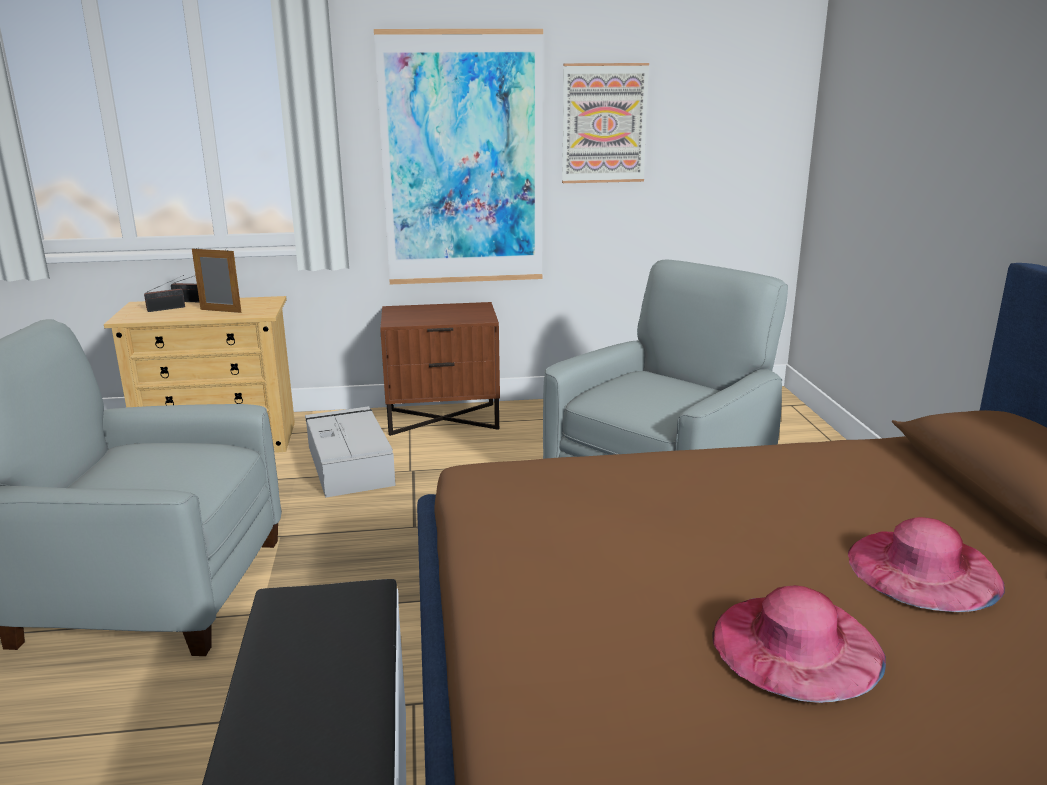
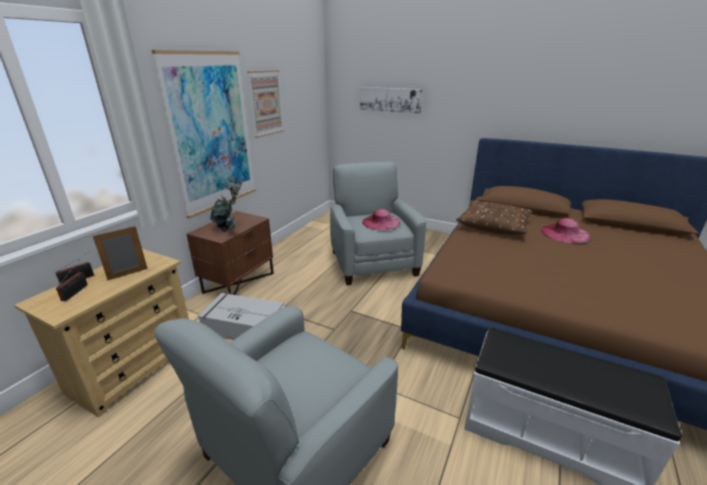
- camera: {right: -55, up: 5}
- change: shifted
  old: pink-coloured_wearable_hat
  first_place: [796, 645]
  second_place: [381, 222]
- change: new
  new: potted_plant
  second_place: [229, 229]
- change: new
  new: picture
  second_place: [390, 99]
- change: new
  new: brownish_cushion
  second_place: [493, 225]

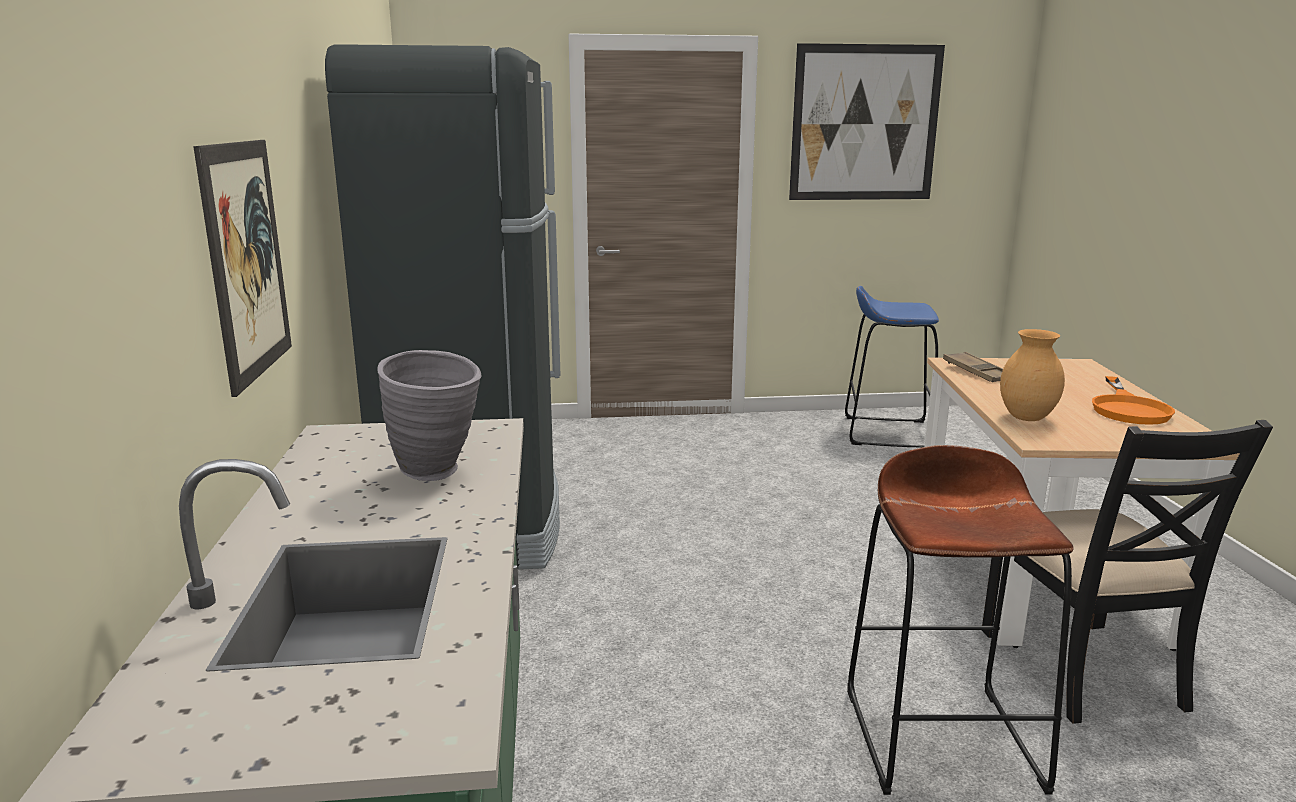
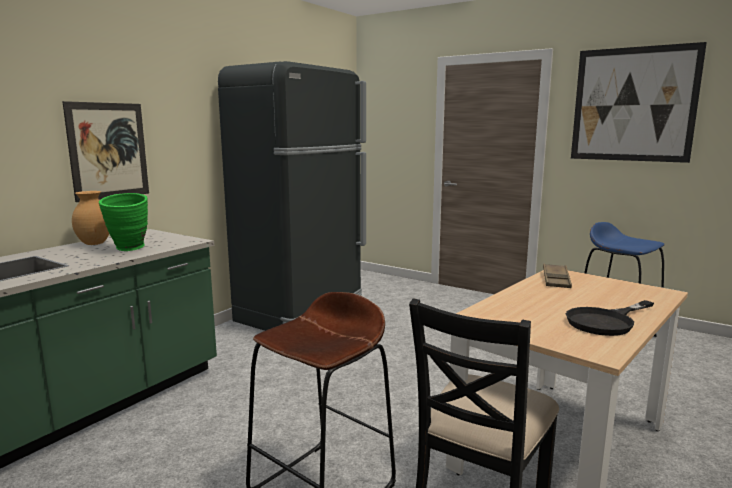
- camera: {right: 40, up: -5}
- change: repainted
  old: grey_vase
  new: green-coloured_vase
  first_place: [438, 474]
  second_place: [129, 249]
- change: shifted
  old: brownish_vase
  first_place: [1027, 418]
  second_place: [94, 244]
- change: repainted
  old: orangey_frying_pan
  new: black-coloured_frying_pan
  first_place: [1128, 408]
  second_place: [606, 321]

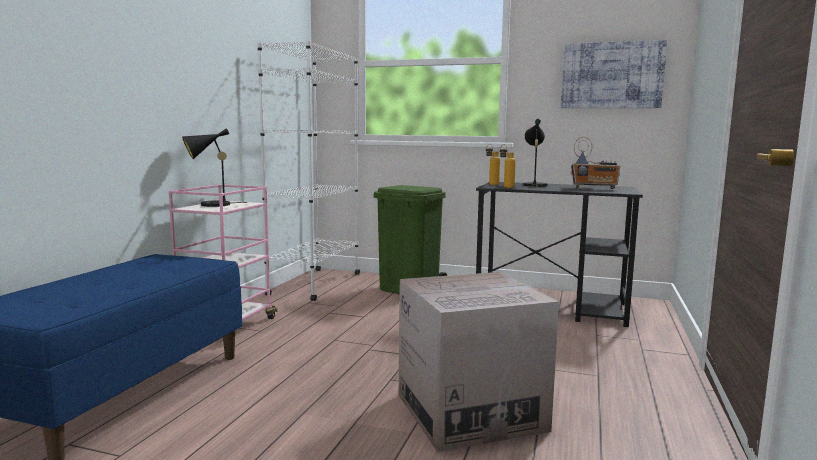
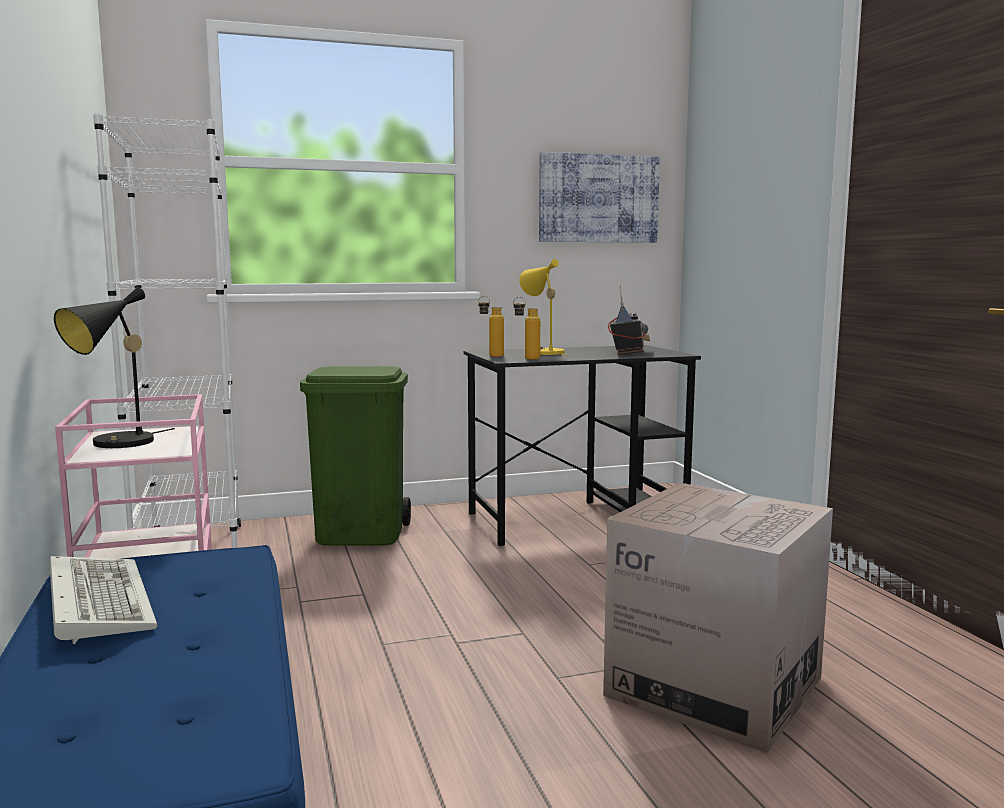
- camera: {right: -35, up: 0}
- change: repainted
  old: black-coloured_table_lamp
  new: yellow-coloured_table_lamp
  first_place: [534, 185]
  second_place: [543, 352]
- change: rotated
  old: radio
  first_place: [594, 189]
  second_place: [627, 352]
  degrees: -60
- change: new
  new: PC_keyboard
  second_place: [96, 601]

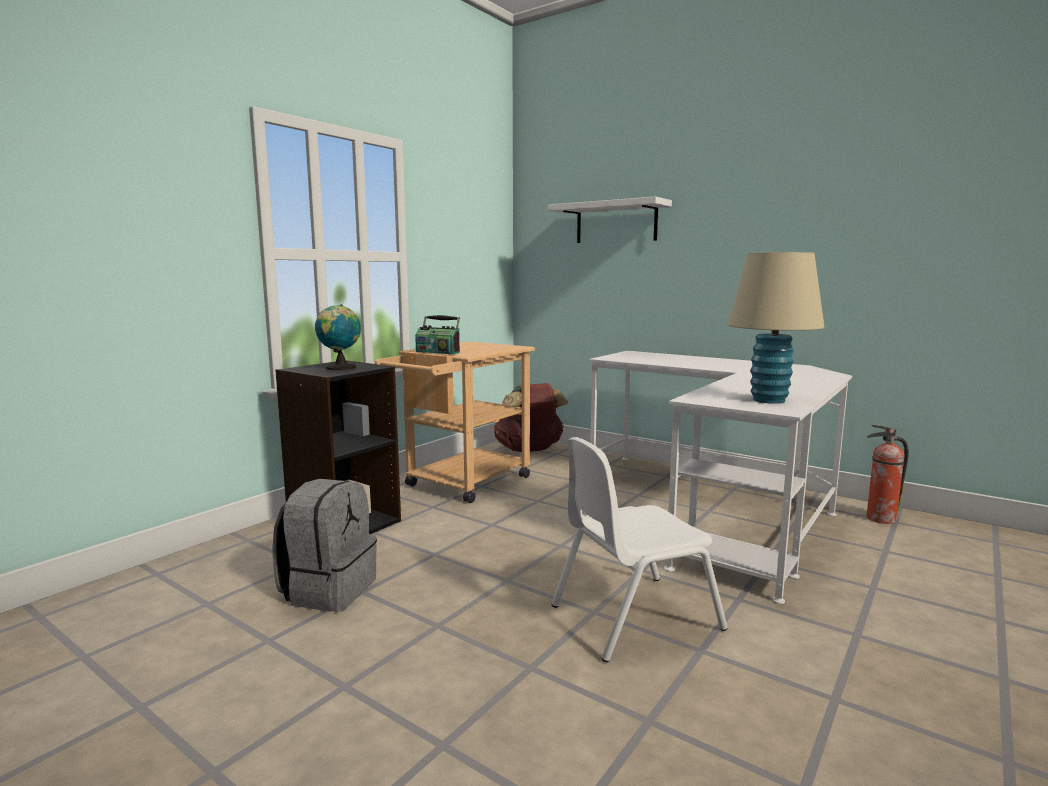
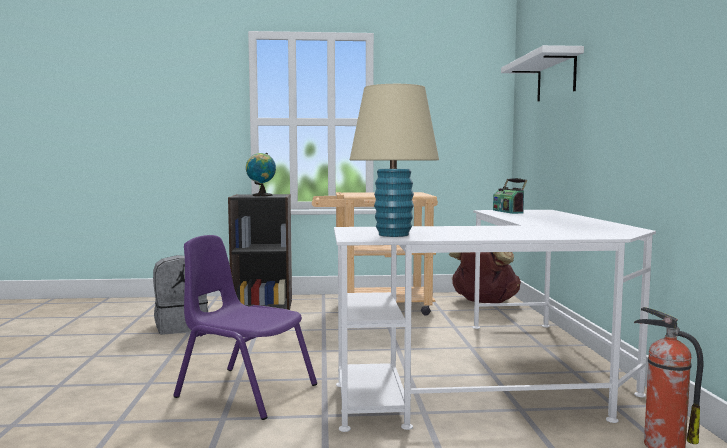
- camera: {right: 50, up: -5}
- change: shifted
  old: radio
  first_place: [438, 352]
  second_place: [508, 211]
- change: repainted
  old: white-coloured_plain_chair
  new: purple-coloured_plain_chair
  first_place: [633, 616]
  second_place: [245, 391]

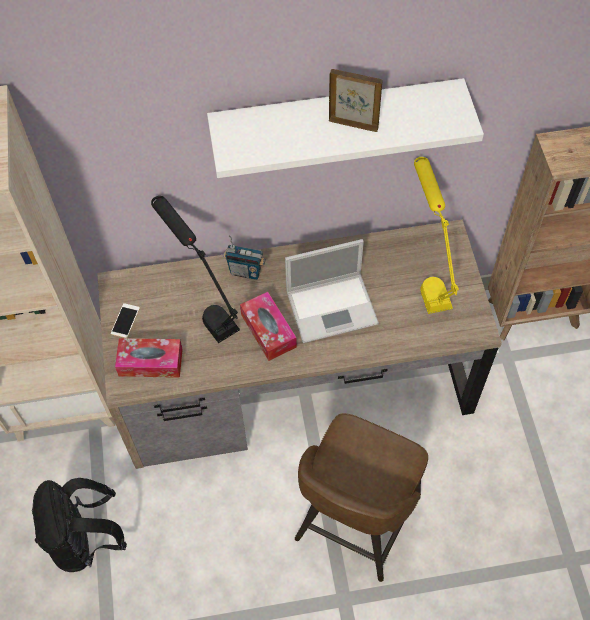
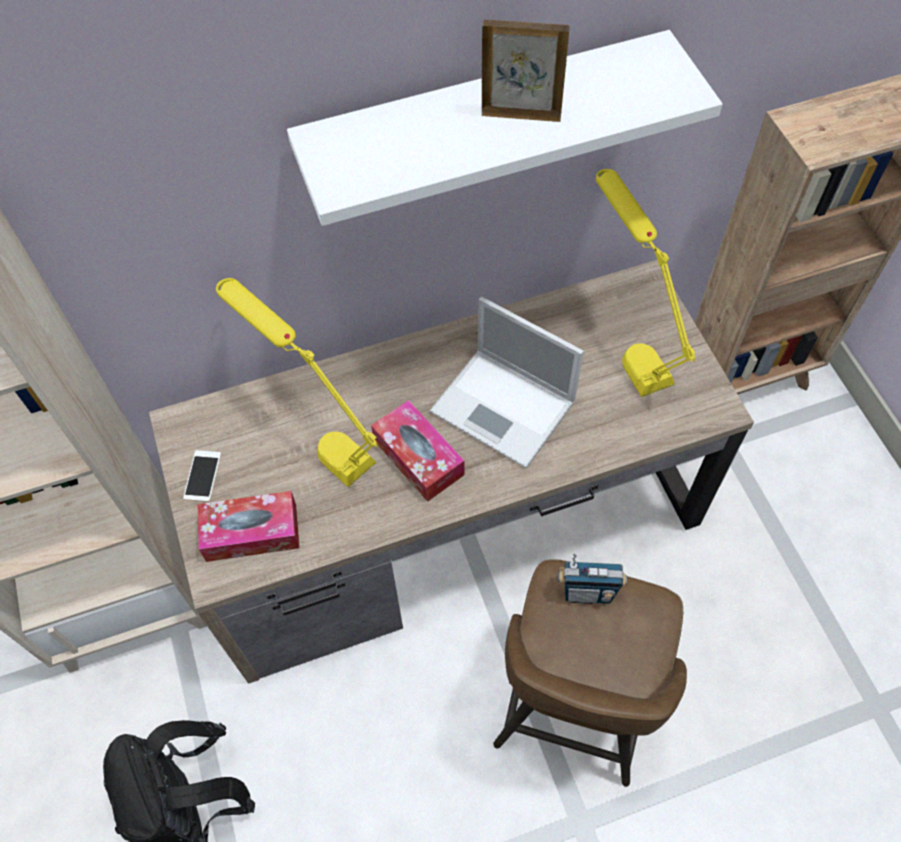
- camera: {right: -10, up: 0}
- change: repainted
  old: black-coloured_table_lamp
  new: yellow-coloured_table_lamp
  first_place: [204, 305]
  second_place: [317, 434]
- change: shifted
  old: radio
  first_place: [246, 271]
  second_place: [587, 592]
- change: rotated
  old: portable_computer
  first_place: [333, 307]
  second_place: [505, 408]
  degrees: 60

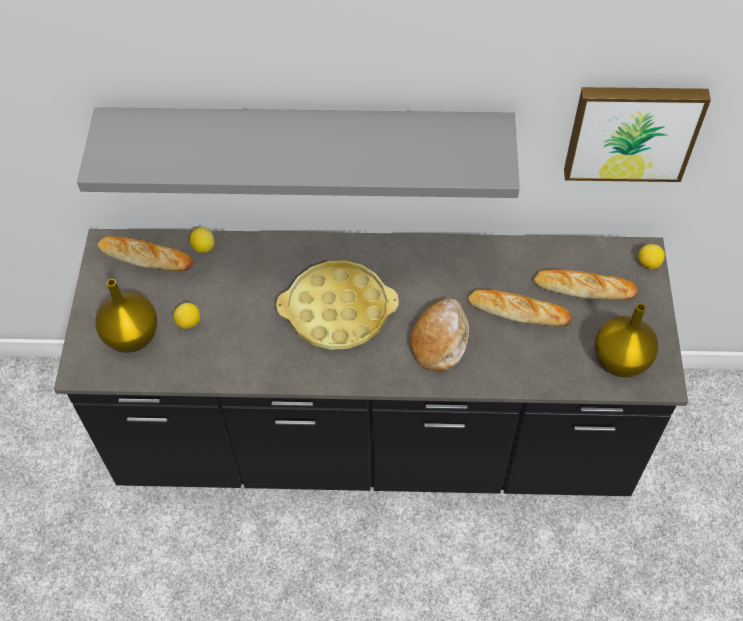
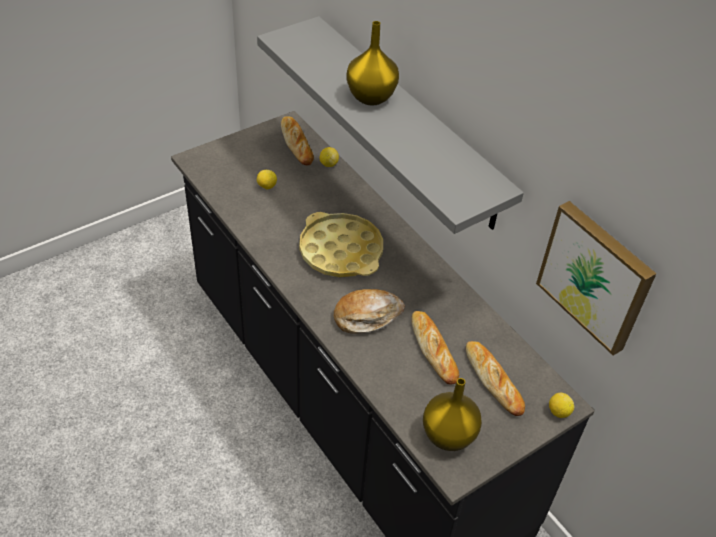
- camera: {right: 50, up: -10}
- change: shifted
  old: yellow-coloured_vase
  first_place: [132, 336]
  second_place: [372, 96]

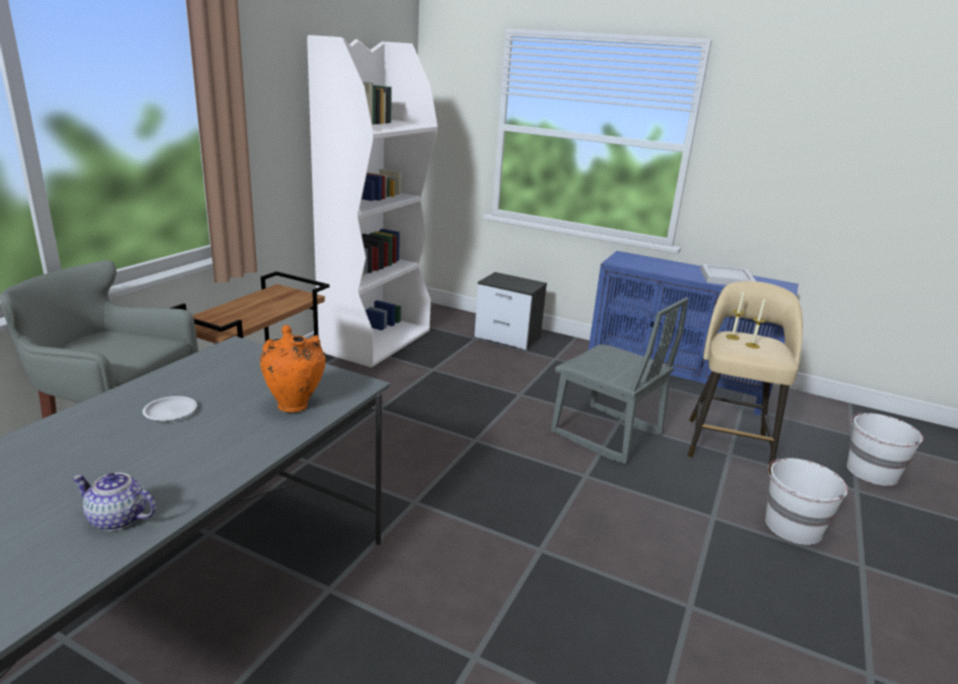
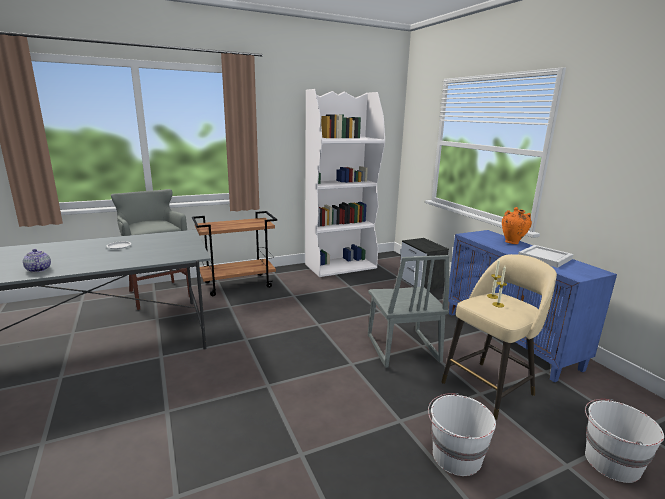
- camera: {right: 40, up: -5}
- change: shifted
  old: orangey_vase
  first_place: [295, 405]
  second_place: [512, 242]

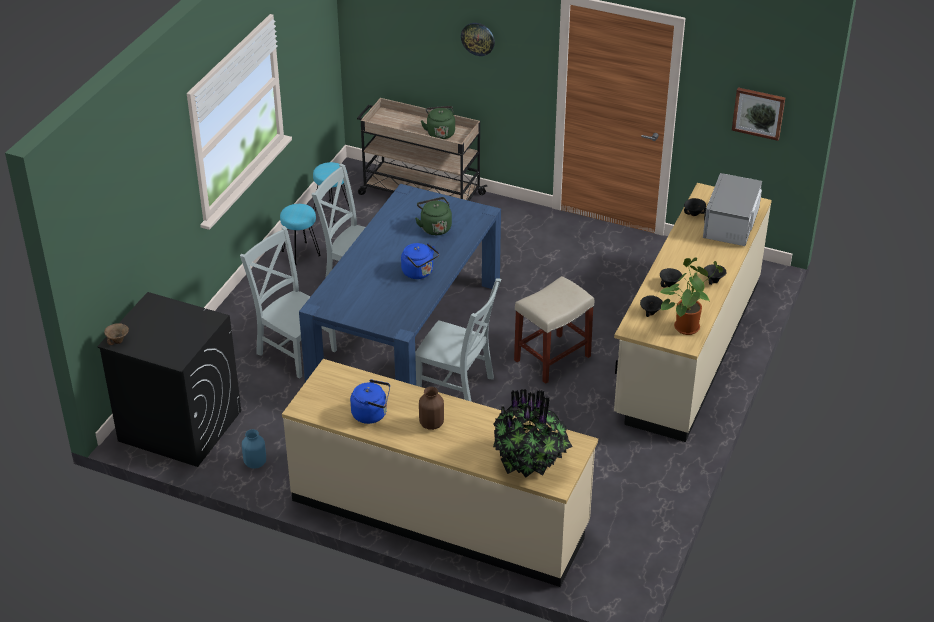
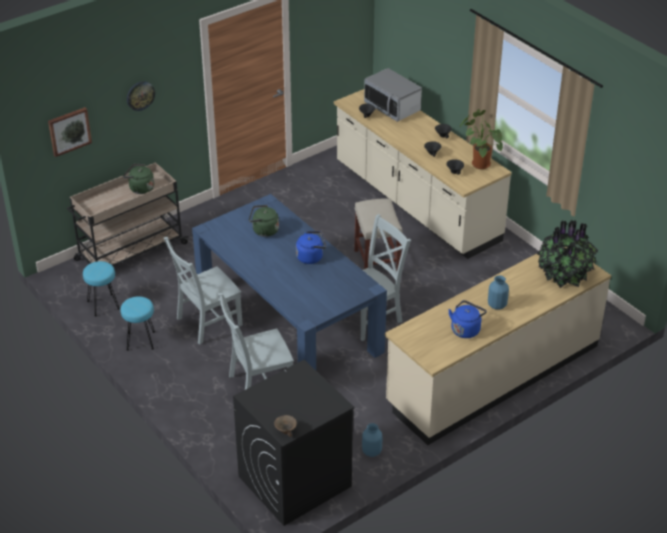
- camera: {right: -60, up: 0}
- change: repainted
  old: brownish_vase
  new: blue-coloured_vase
  first_place: [431, 424]
  second_place: [497, 305]
- change: shifted
  old: picture
  first_place: [758, 113]
  second_place: [69, 131]

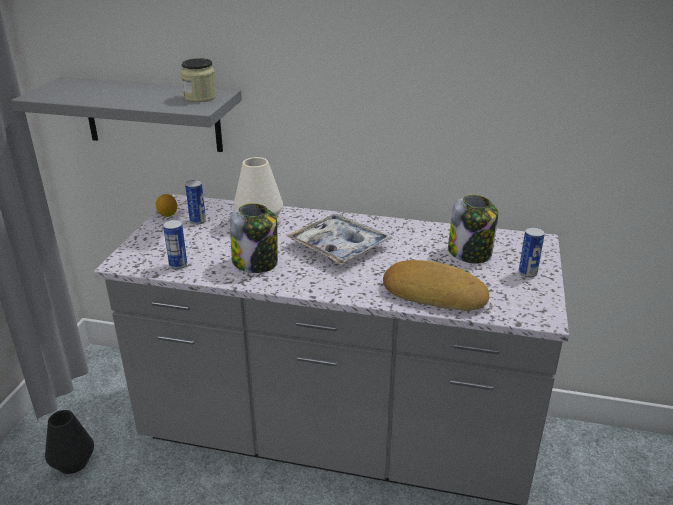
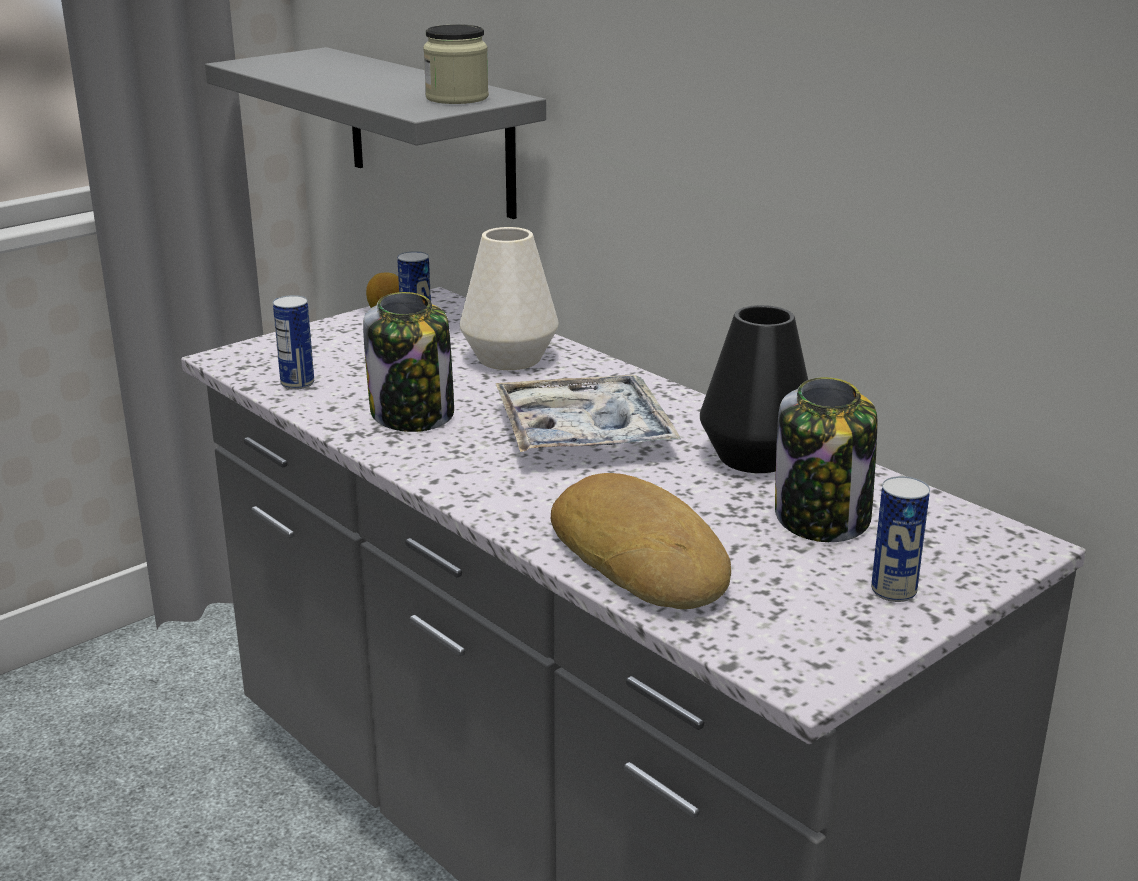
- camera: {right: 35, up: -5}
- change: shifted
  old: black-coloured_vase
  first_place: [73, 462]
  second_place: [755, 457]

